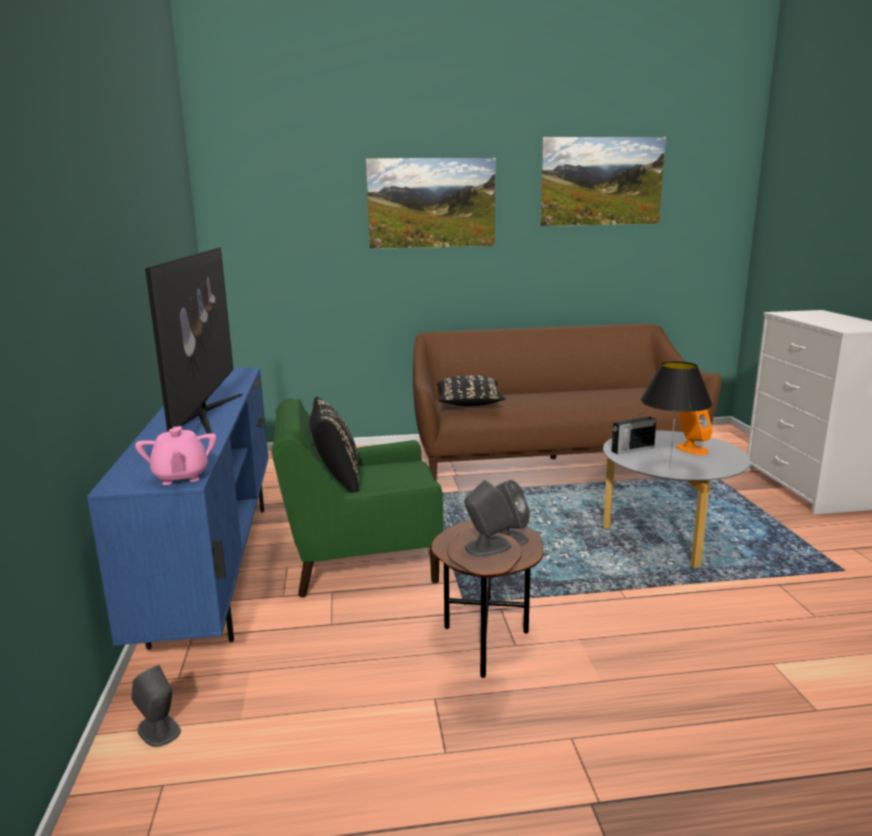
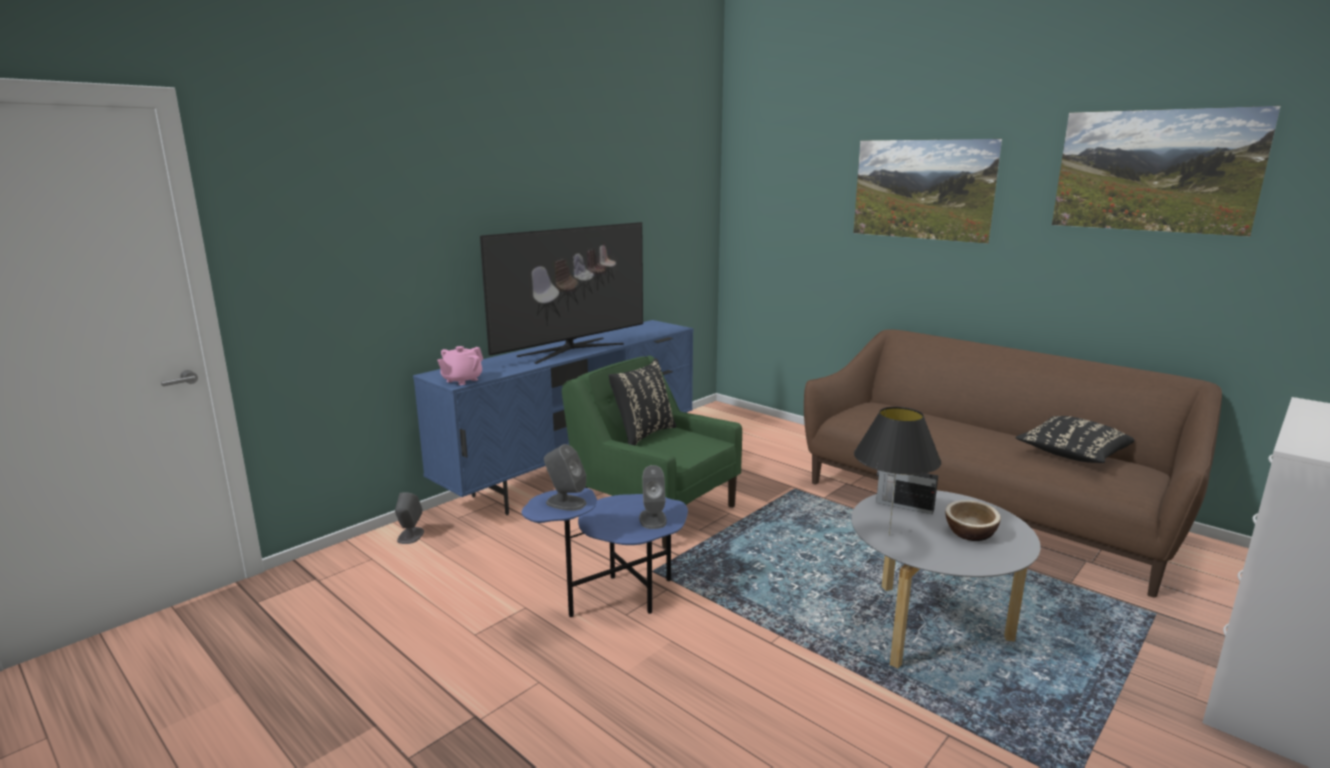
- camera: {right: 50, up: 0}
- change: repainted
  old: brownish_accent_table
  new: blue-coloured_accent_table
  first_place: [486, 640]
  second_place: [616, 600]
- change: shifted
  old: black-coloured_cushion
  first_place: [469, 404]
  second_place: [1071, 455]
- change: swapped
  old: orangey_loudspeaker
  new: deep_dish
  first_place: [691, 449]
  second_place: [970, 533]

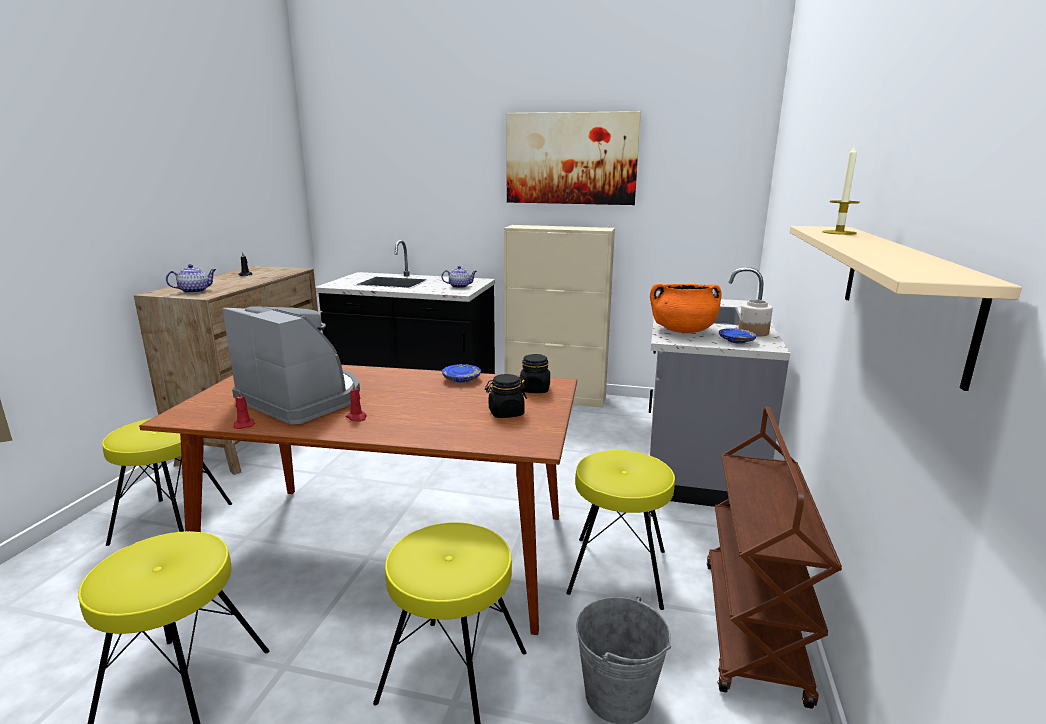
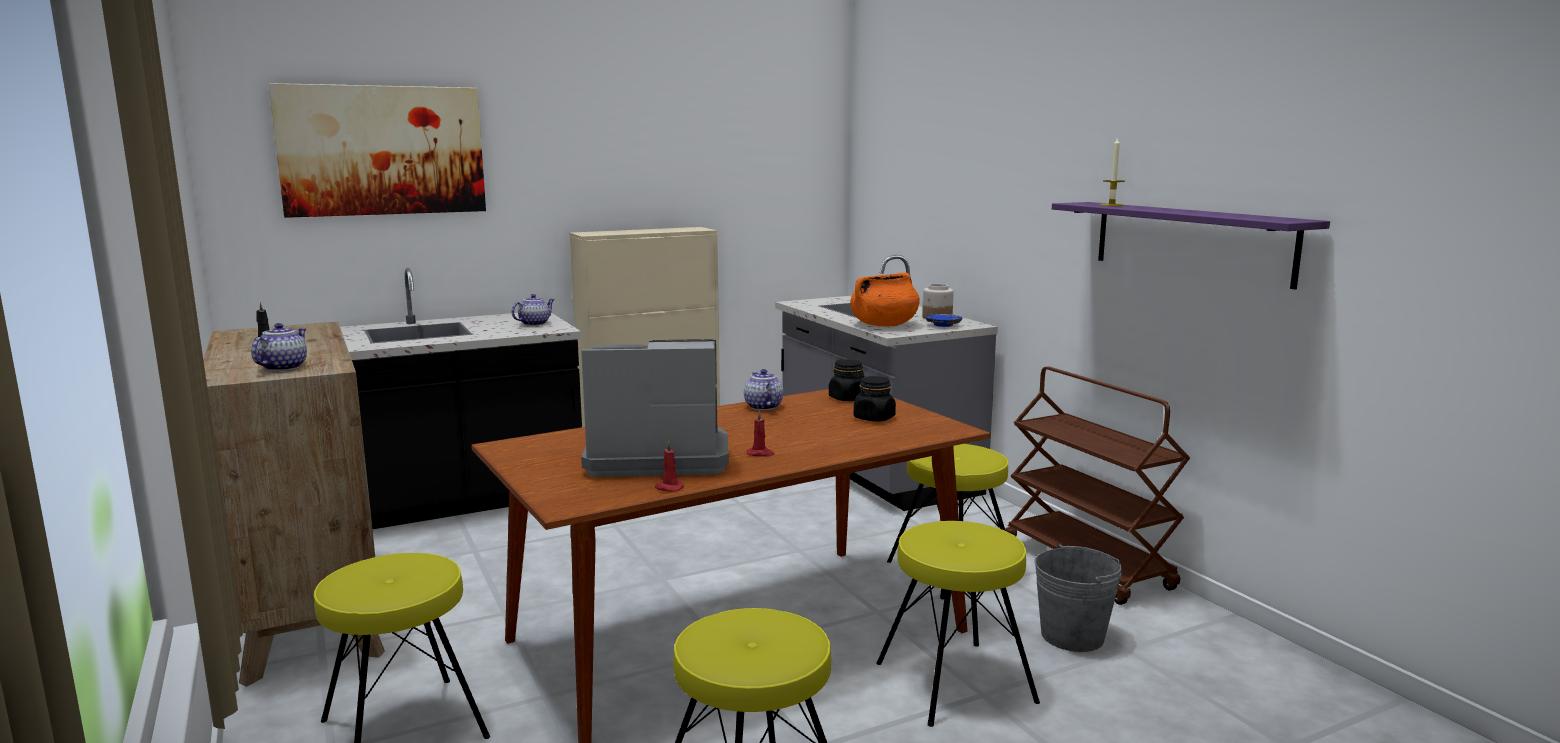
- camera: {right: -40, up: -5}
- change: swapped
  old: blue-coloured_flat_dish
  new: teapot
  first_place: [461, 379]
  second_place: [762, 406]
- change: shifted
  old: picture
  first_place: [571, 159]
  second_place: [382, 150]
- change: repainted
  old: beige_bracket_shelf
  new: purple-coloured_bracket_shelf
  first_place: [901, 291]
  second_place: [1190, 241]

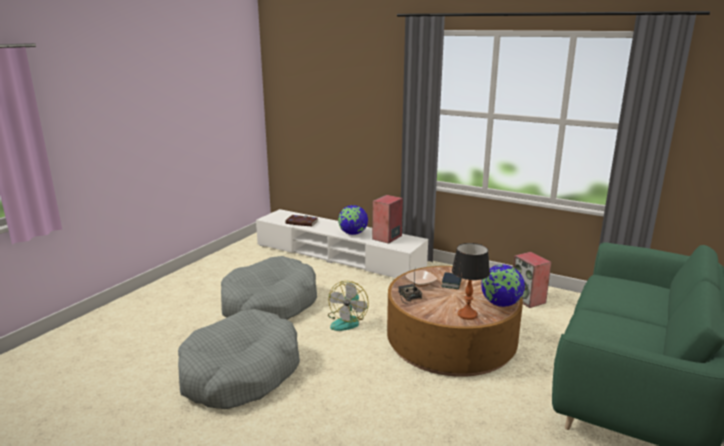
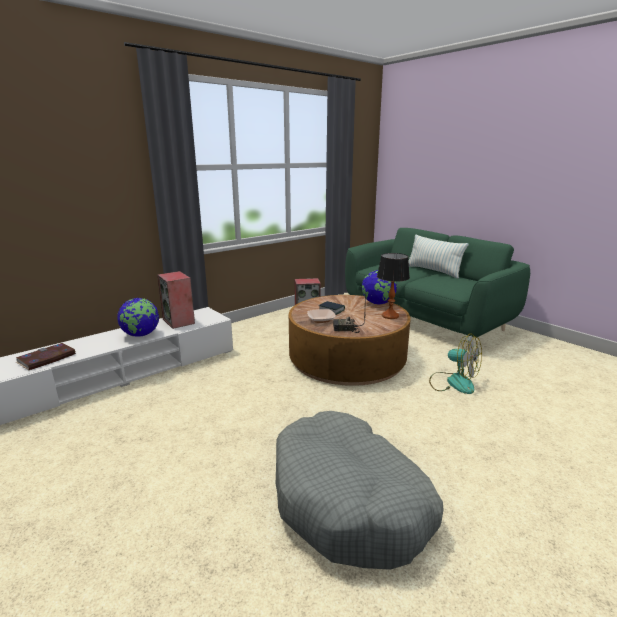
- camera: {right: -70, up: 0}
- change: gone
  old: grey_pet_bed
  first_place: [269, 304]
- change: shifted
  old: cooling_fan
  first_place: [347, 321]
  second_place: [453, 382]
- change: new
  new: cushion
  second_place: [433, 271]

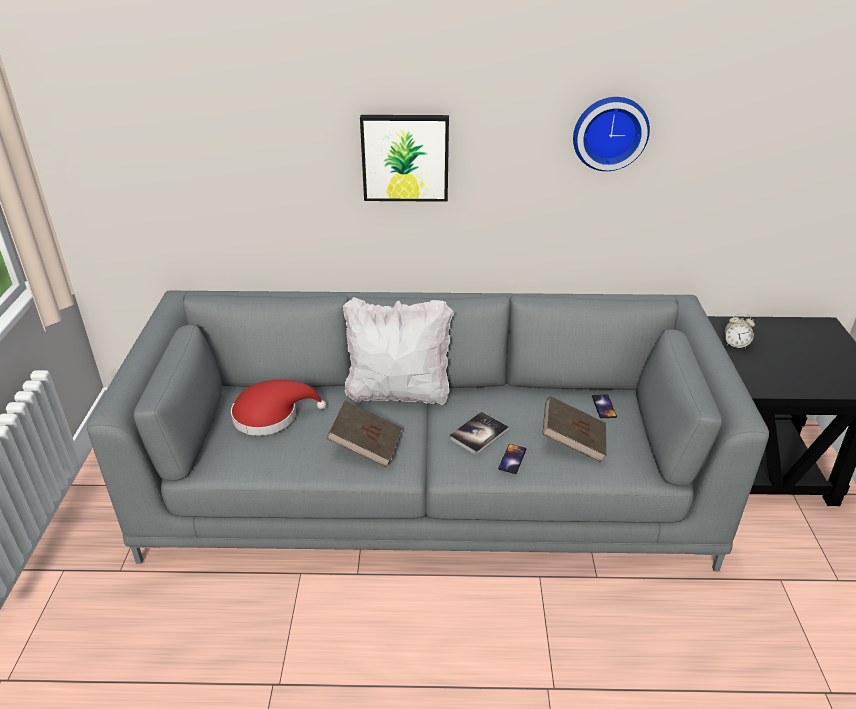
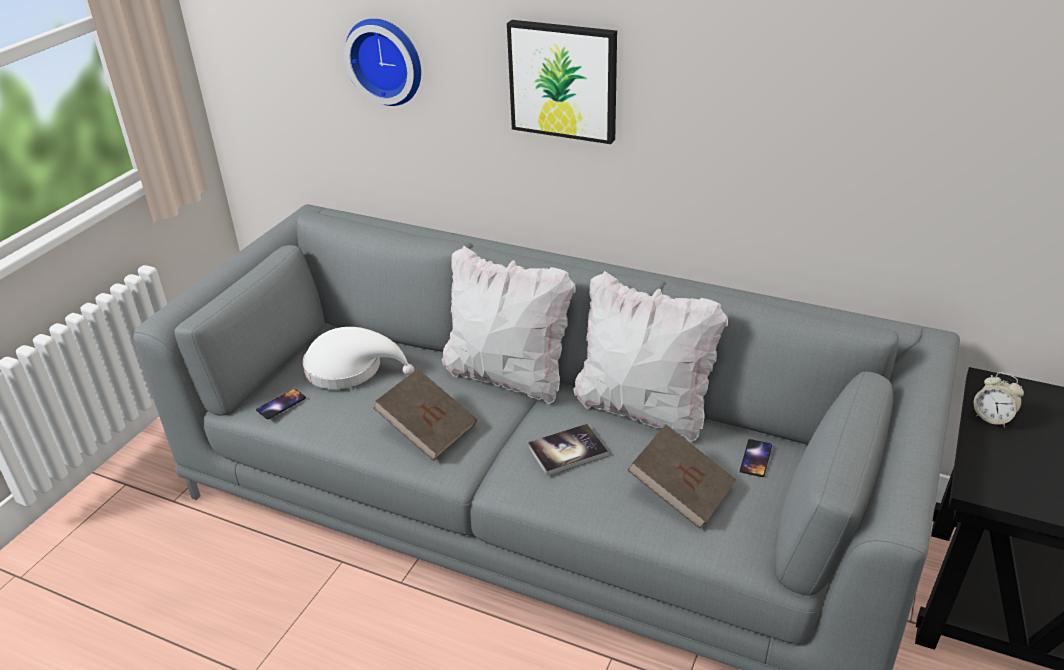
- camera: {right: 25, up: 0}
- change: repainted
  old: red-coloured_wearable_hat
  new: white-coloured_wearable_hat
  first_place: [271, 415]
  second_place: [350, 369]
- change: shifted
  old: telephone
  first_place: [512, 459]
  second_place: [281, 404]
- change: shifted
  old: hanging_clock
  first_place: [609, 132]
  second_place: [387, 60]
- change: new
  new: white-coloured_cushion
  second_place: [643, 410]

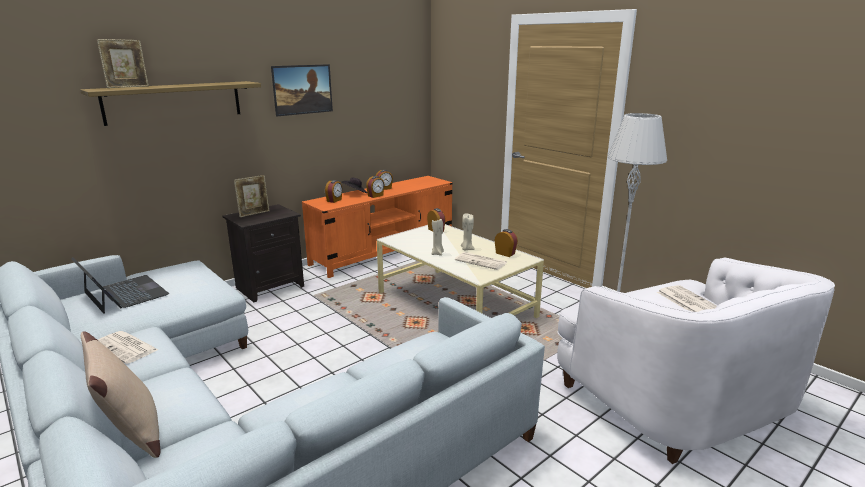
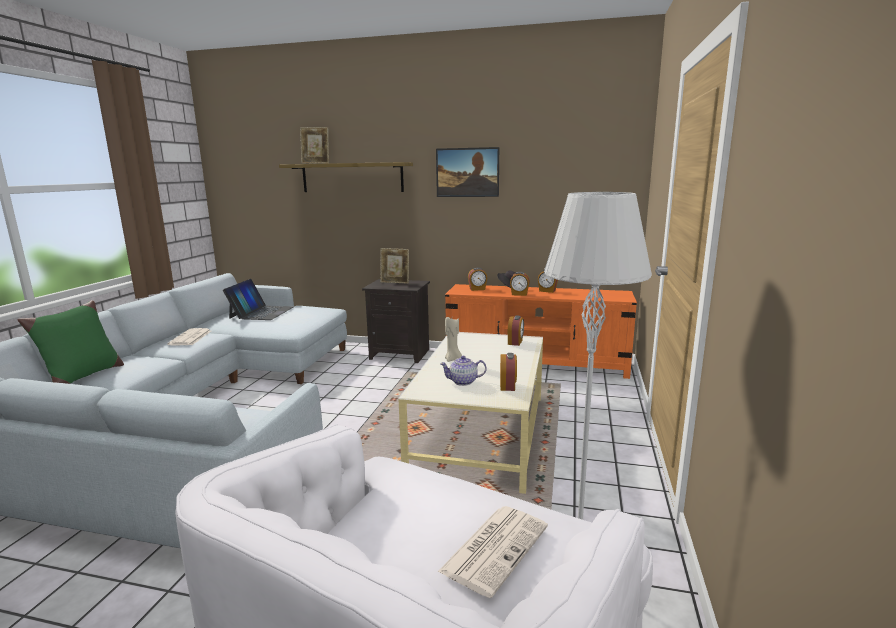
- camera: {right: 55, up: -5}
- change: repainted
  old: beige_cushion
  new: green-coloured_cushion
  first_place: [133, 436]
  second_place: [82, 376]
- change: swapped
  old: printed_paper
  new: teapot
  first_place: [481, 261]
  second_place: [463, 382]
- change: gone
  old: beige_wax_candle
  first_place: [467, 249]

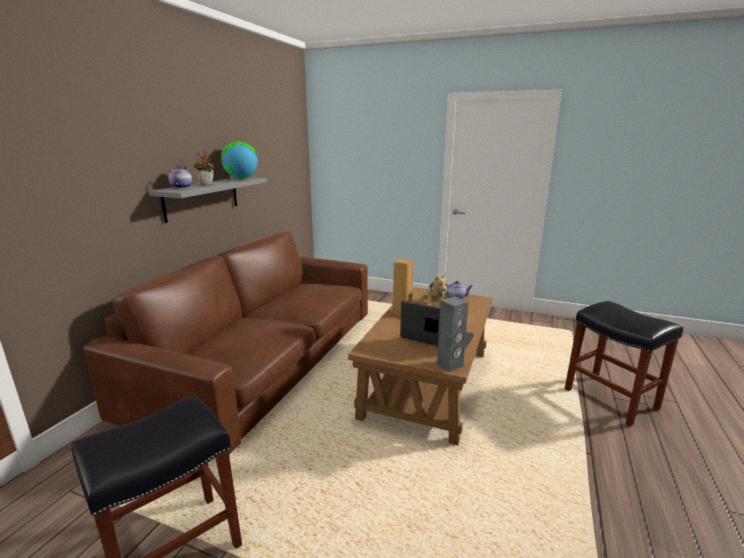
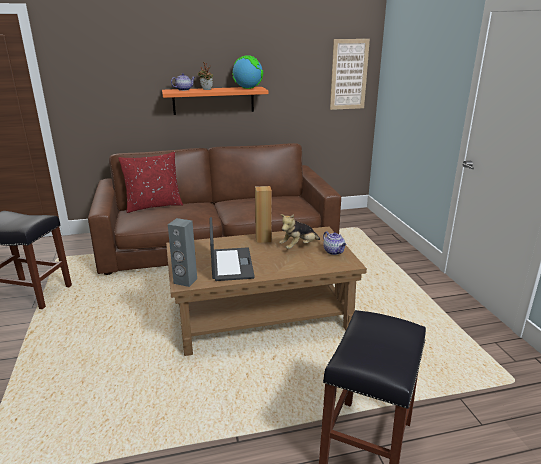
- camera: {right: 55, up: 5}
- change: repainted
  old: grey_bracket_shelf
  new: orangey_bracket_shelf
  first_place: [202, 198]
  second_place: [213, 100]
- change: new
  new: red-coloured_cushion
  second_place: [154, 206]
- change: new
  new: picture
  second_place: [349, 74]

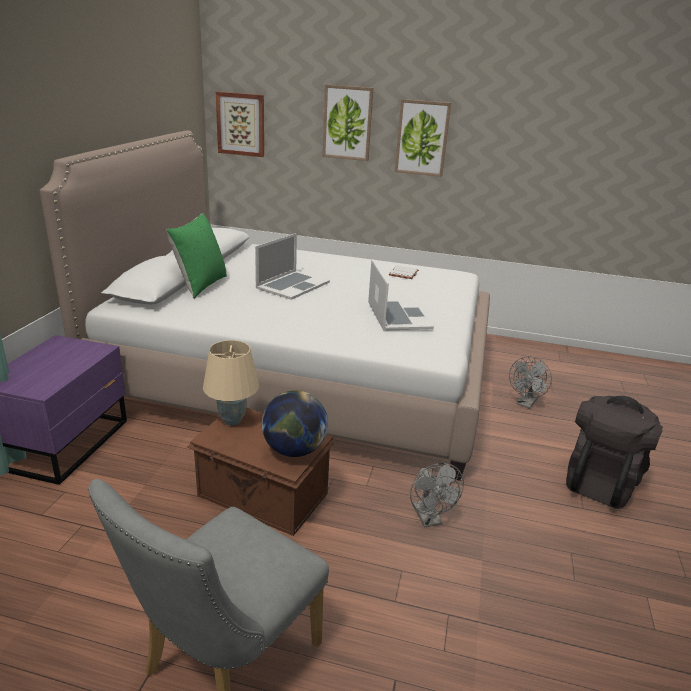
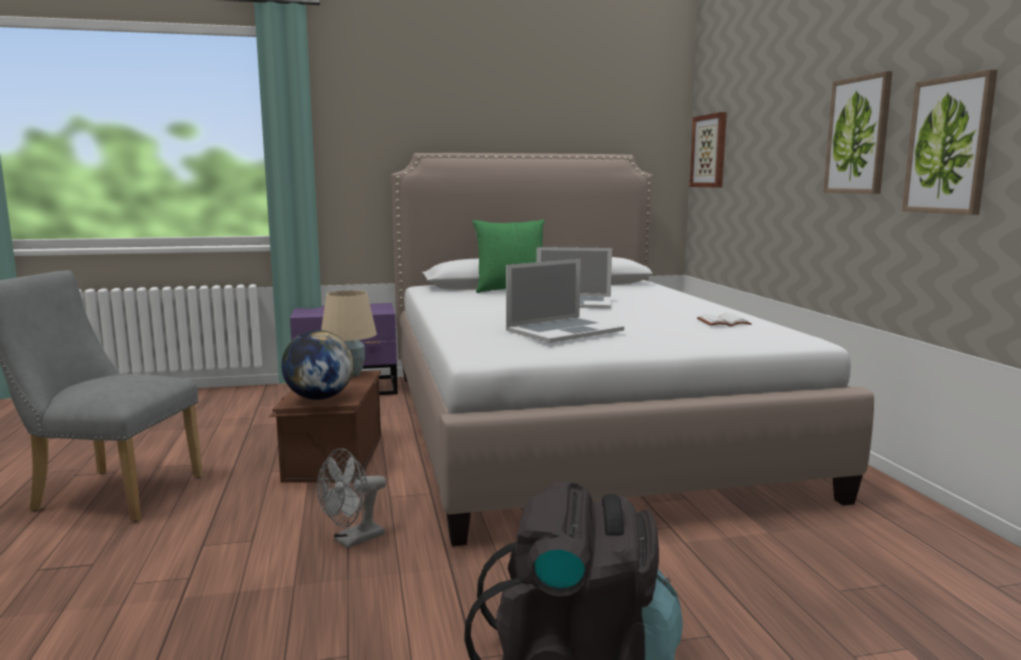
- camera: {right: 65, up: -15}
- change: shifted
  old: picture
  first_place: [347, 123]
  second_place: [949, 145]
- change: gone
  old: grey_cooling_fan
  first_place: [525, 403]

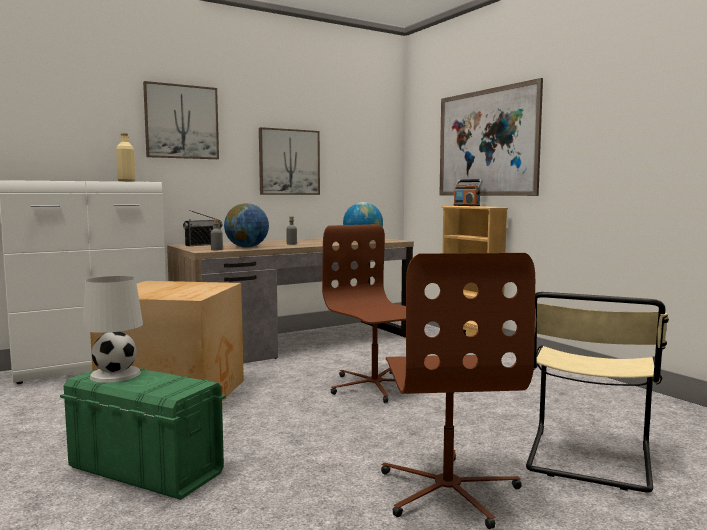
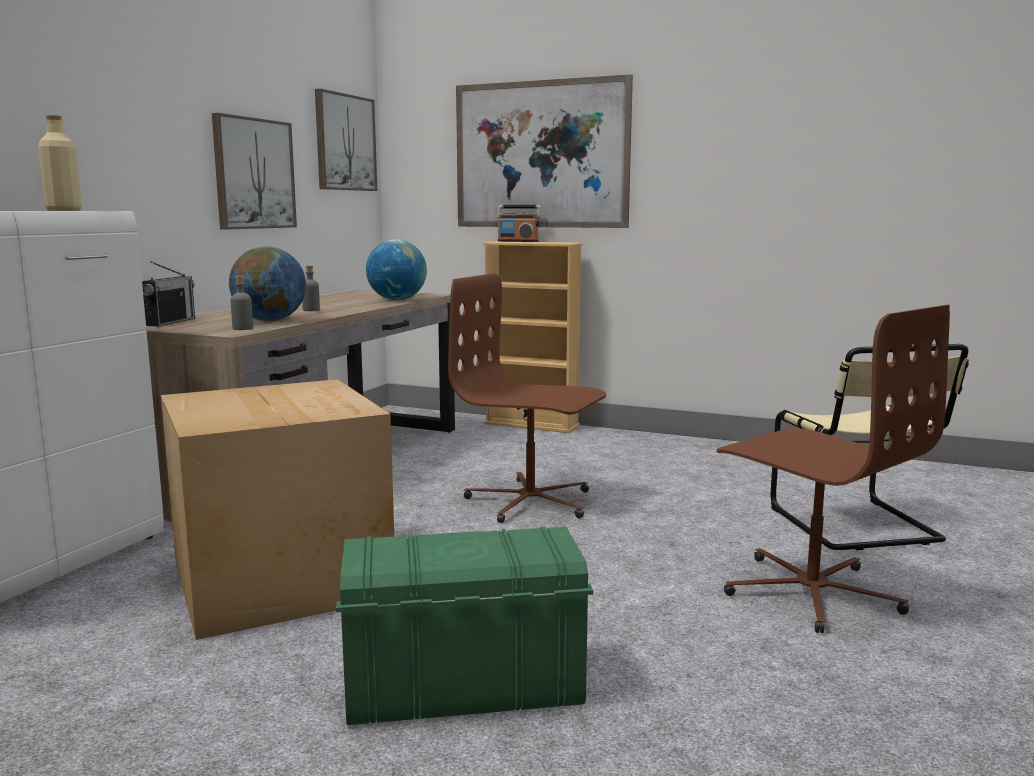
- camera: {right: -35, up: 5}
- change: gone
  old: white-coloured_table_lamp
  first_place: [115, 375]
- change: shifted
  old: picture
  first_place: [181, 122]
  second_place: [345, 143]

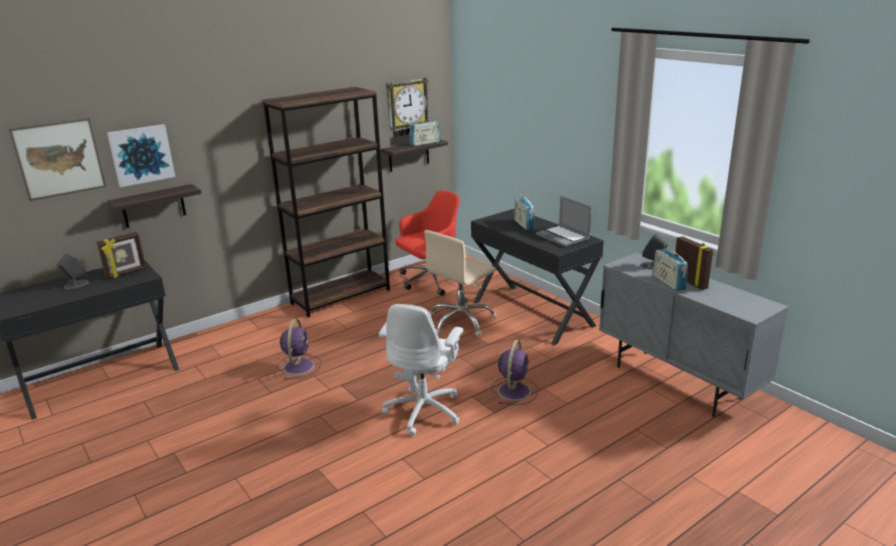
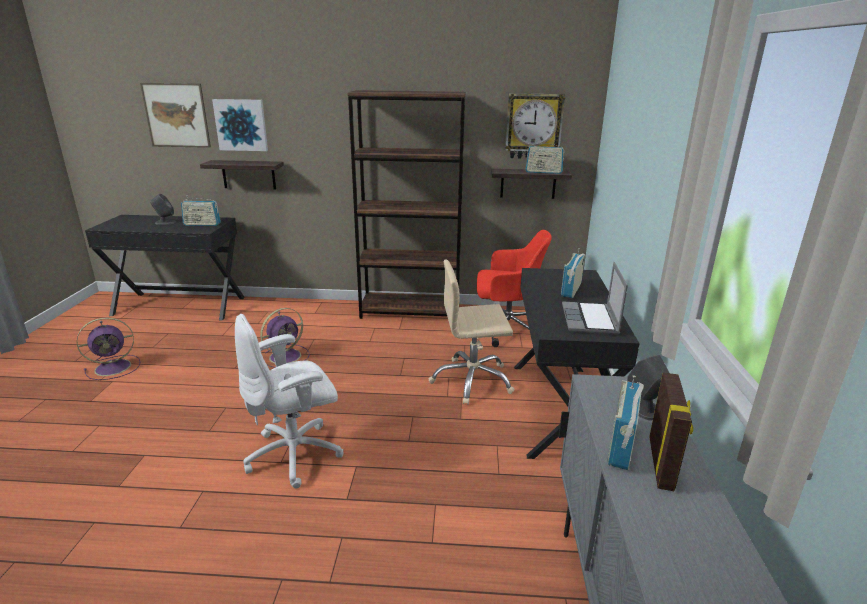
- camera: {right: 40, up: 0}
- change: swapped
  old: photo_frame
  new: radio
  first_place: [126, 273]
  second_place: [202, 224]
- change: shifted
  old: purple-coloured_cooling_fan
  first_place: [514, 390]
  second_place: [115, 367]

